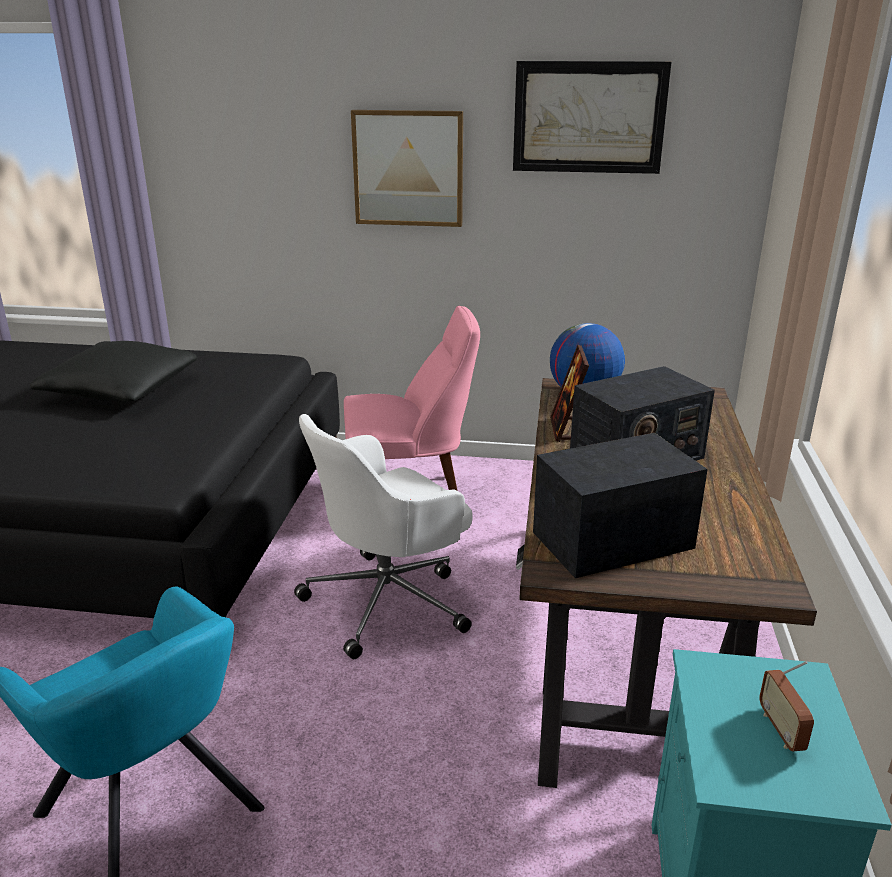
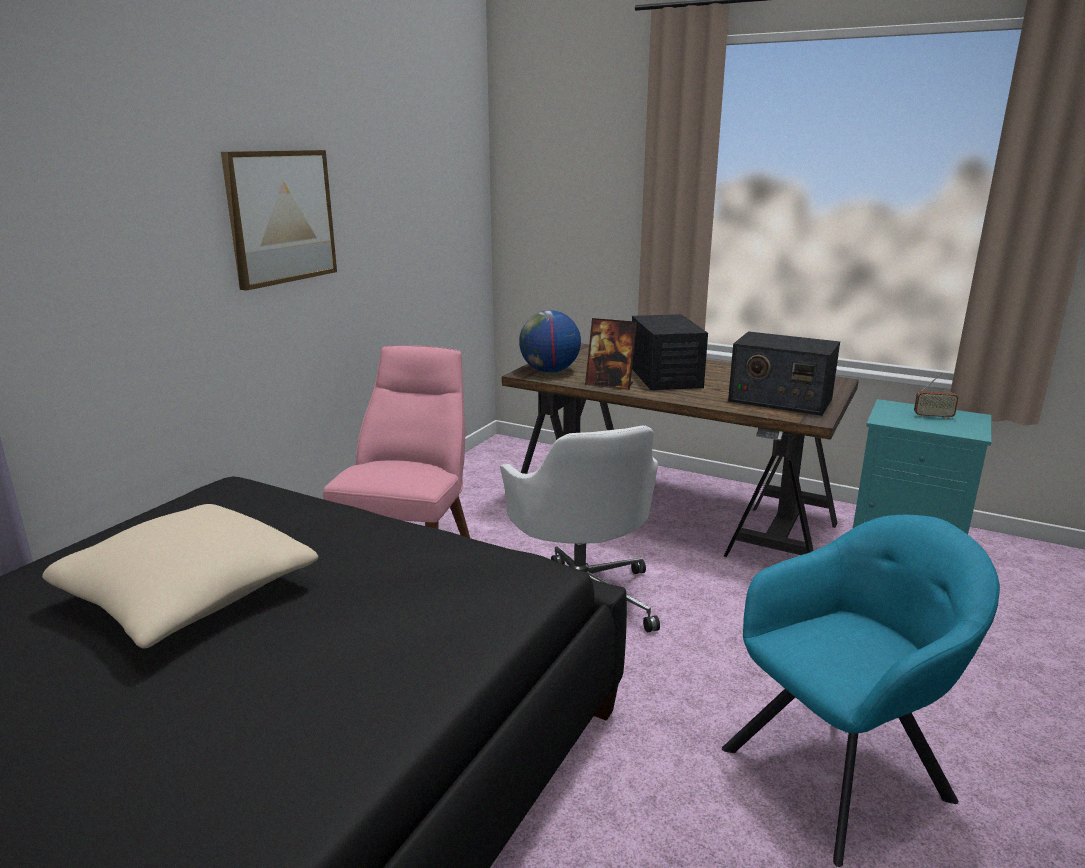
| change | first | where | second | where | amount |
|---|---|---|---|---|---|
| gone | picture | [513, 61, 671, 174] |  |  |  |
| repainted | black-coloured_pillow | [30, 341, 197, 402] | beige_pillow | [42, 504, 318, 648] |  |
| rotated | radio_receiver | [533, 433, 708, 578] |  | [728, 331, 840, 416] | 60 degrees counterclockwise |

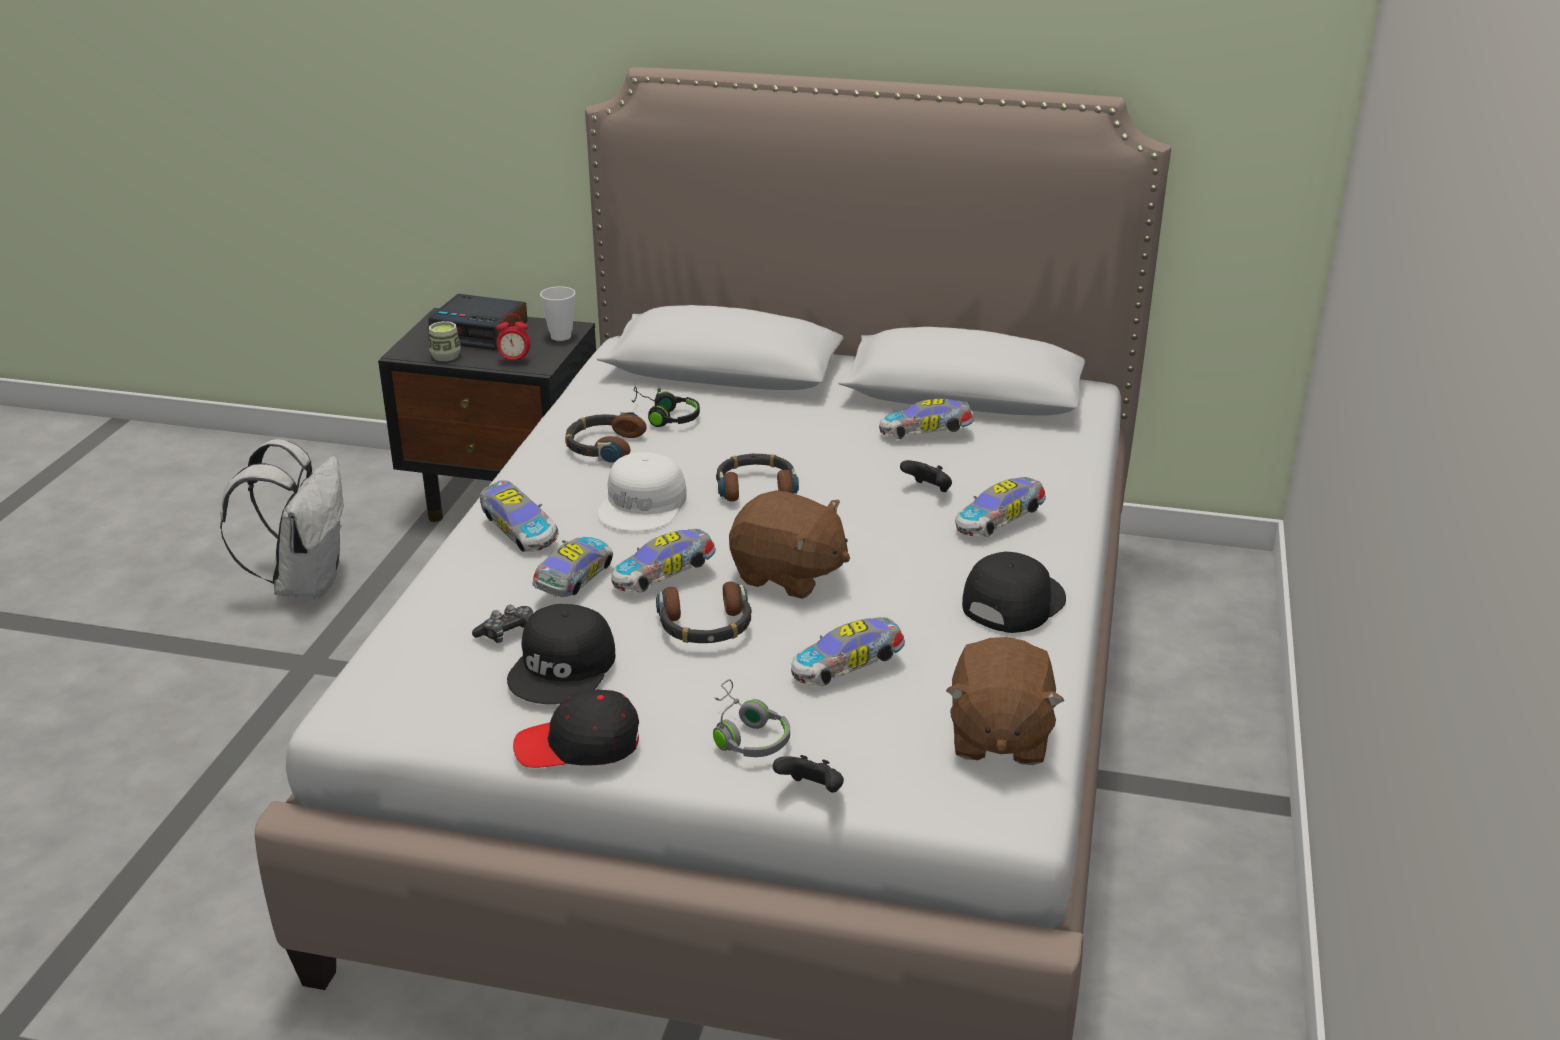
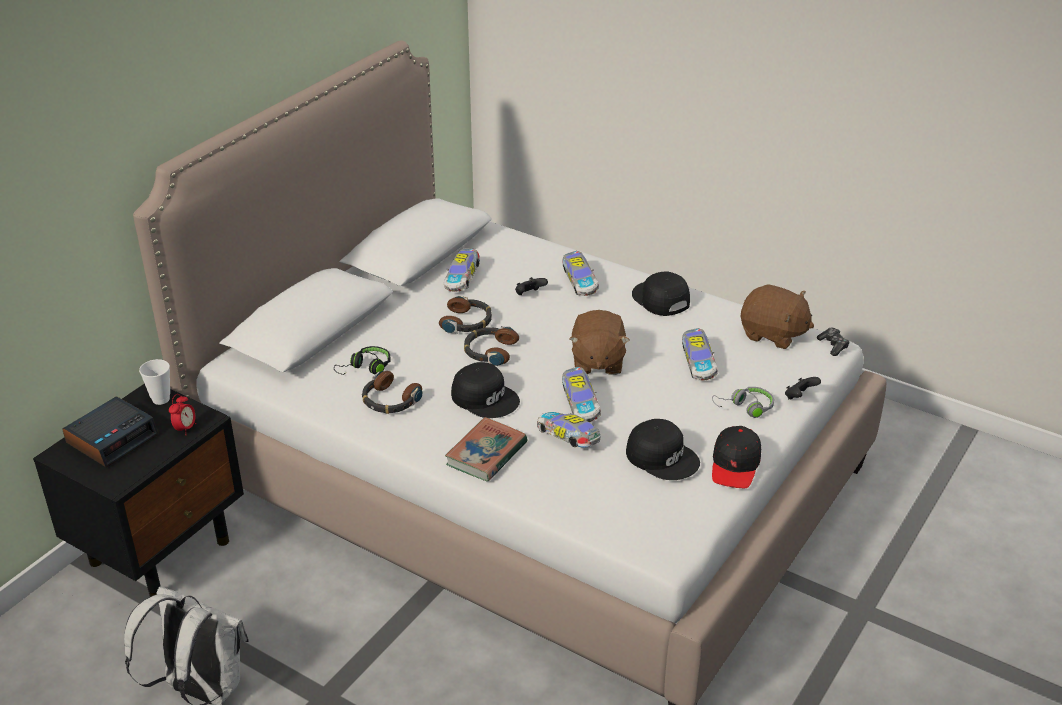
| change | first | where | second | where | amount |
|---|---|---|---|---|---|
| gone | cup | [429, 321, 461, 361] |  |  |  |
| shifted | game_controller | [472, 605, 533, 643] |  | [817, 328, 850, 356] |  |
| shifted | headphones | [656, 582, 752, 643] |  | [439, 296, 492, 334] |  |
| swapped | toy_car | [480, 480, 558, 552] | bound_book | [445, 417, 527, 482] |  |
| repainted | whitish_peaked_cap | [597, 452, 687, 531] | black-coloured_peaked_cap | [451, 362, 520, 418] |  |
| rotated | brown-coloured_cuddly_toy | [729, 490, 850, 599] |  | [569, 310, 630, 375] | 135 degrees clockwise |

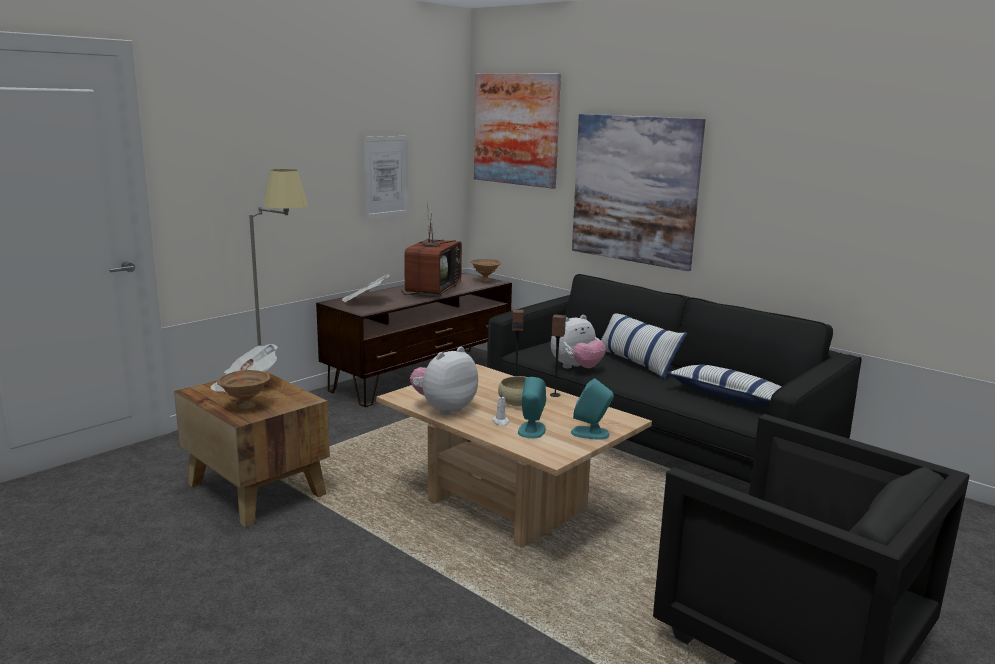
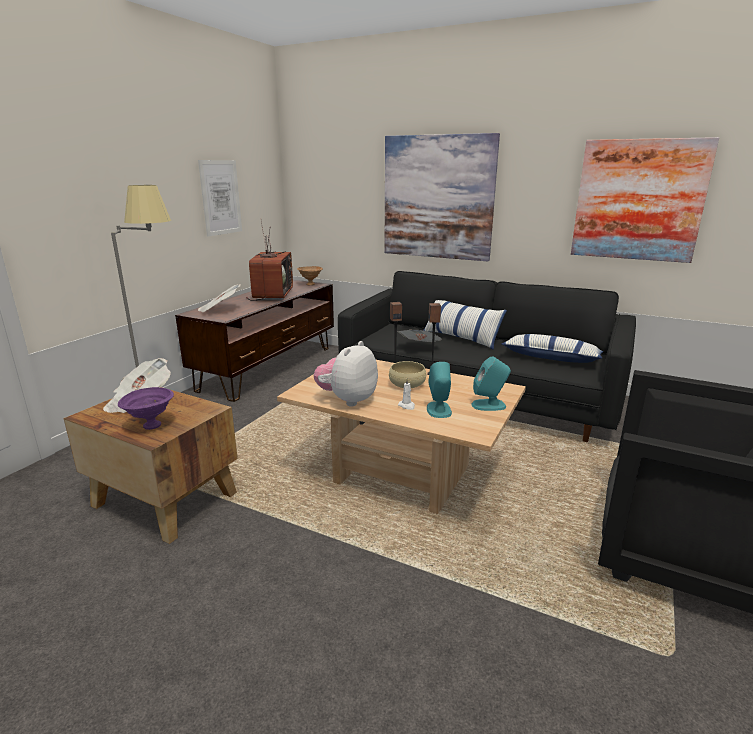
| change | first | where | second | where | amount |
|---|---|---|---|---|---|
| shifted | picture | [474, 73, 561, 189] |  | [571, 137, 719, 263] |  |
| swapped | cuddly_toy | [551, 315, 606, 368] | daily_paper | [397, 330, 442, 342] |  |
| repainted | brown-coloured_bowl | [217, 370, 270, 410] | purple-coloured_bowl | [118, 387, 174, 430] |  |

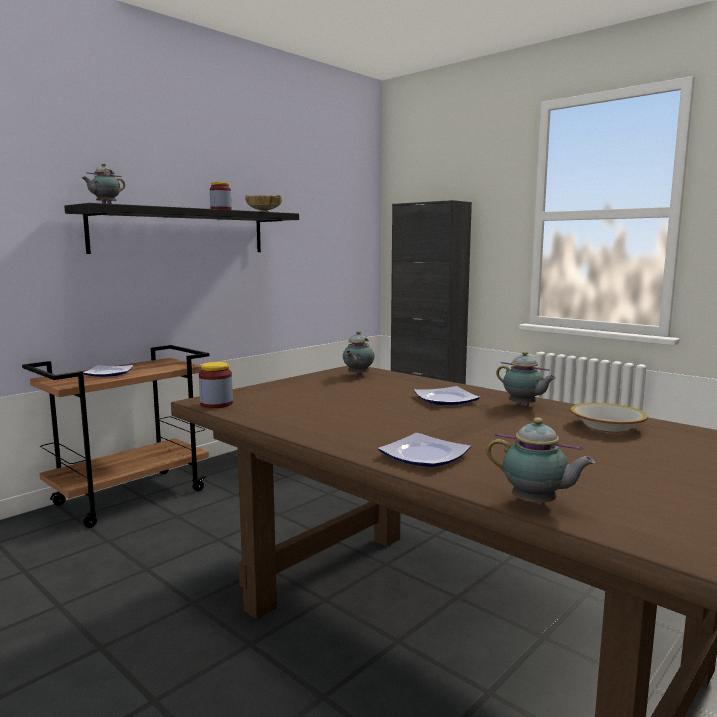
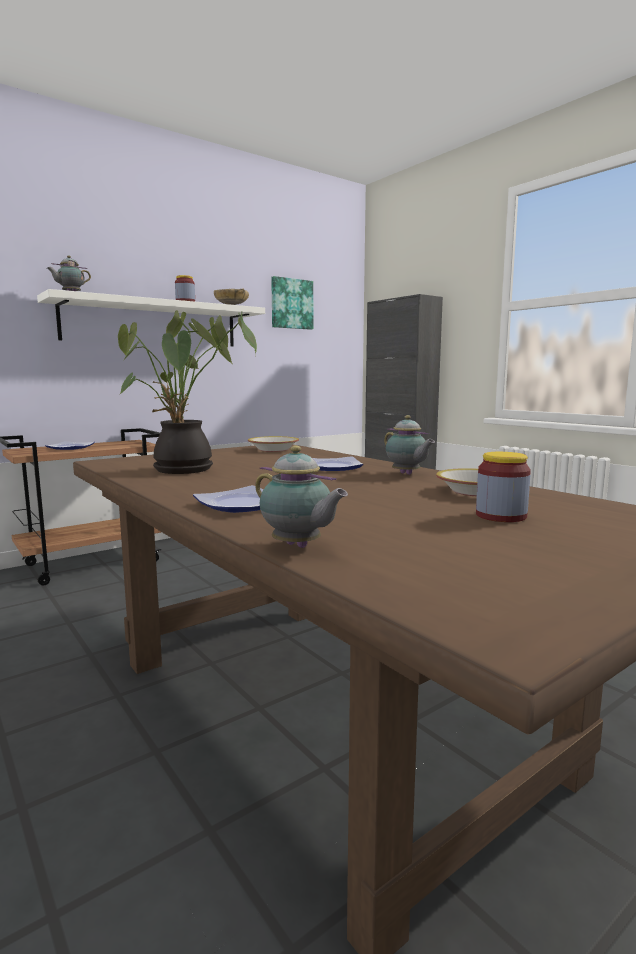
| change | first | where | second | where | amount |
|---|---|---|---|---|---|
| new |  |  | potted_plant | [118, 310, 257, 474] |  |
| new |  |  | picture | [271, 276, 313, 330] |  |
| shifted | jar | [199, 362, 233, 408] |  | [476, 452, 531, 522] |  |
| swapped | pot_for_tea | [343, 331, 375, 376] | bowl | [248, 436, 299, 452] |  |
| repainted | black-coloured_bracket_shelf | [64, 203, 299, 254] | whitish_bracket_shelf | [37, 289, 265, 346] |  |

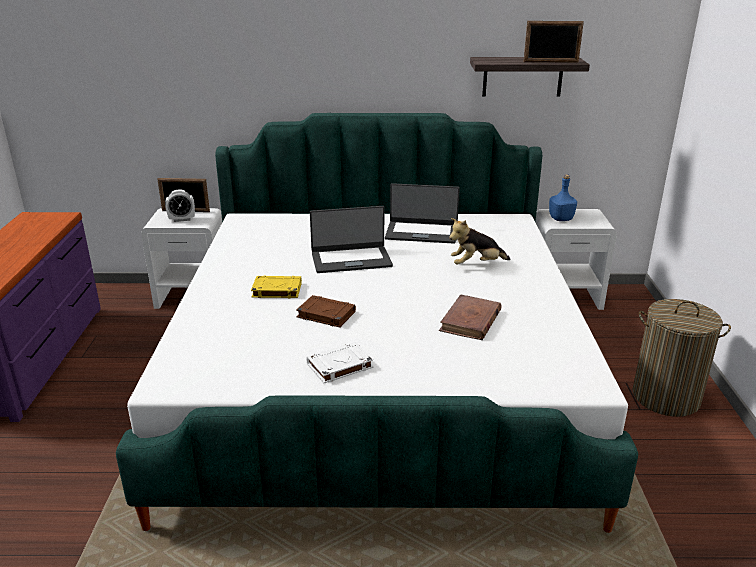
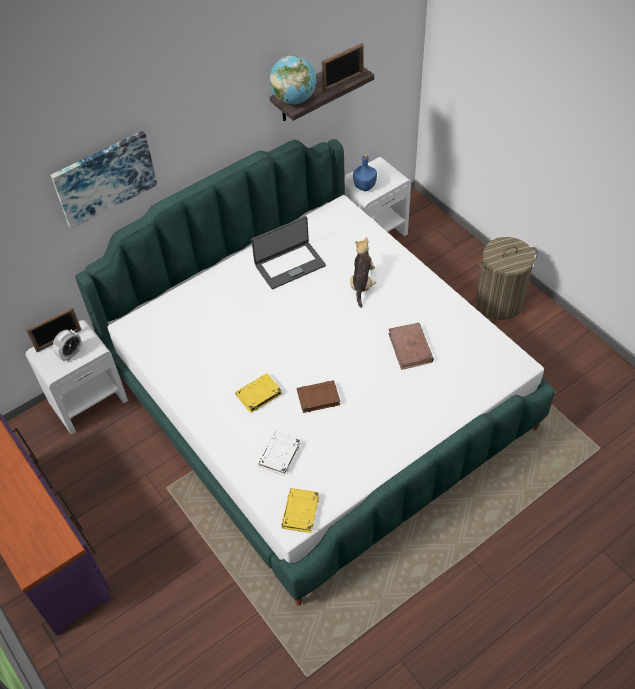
| change | first | where | second | where | amount |
|---|---|---|---|---|---|
| gone | portable_computer | [310, 206, 393, 273] |  |  |  |
| new |  |  | picture | [51, 131, 157, 229] |  |
| new |  |  | desk_globe | [269, 55, 316, 104] |  |
| new |  |  | yellow-coloured_bound_book | [281, 488, 319, 533] |  |
| shifted | whitish_bound_book | [306, 342, 373, 383] |  | [258, 432, 301, 476] |  |
| rotated | cuddly_toy | [449, 218, 511, 265] |  | [350, 237, 376, 308] | 150 degrees clockwise |

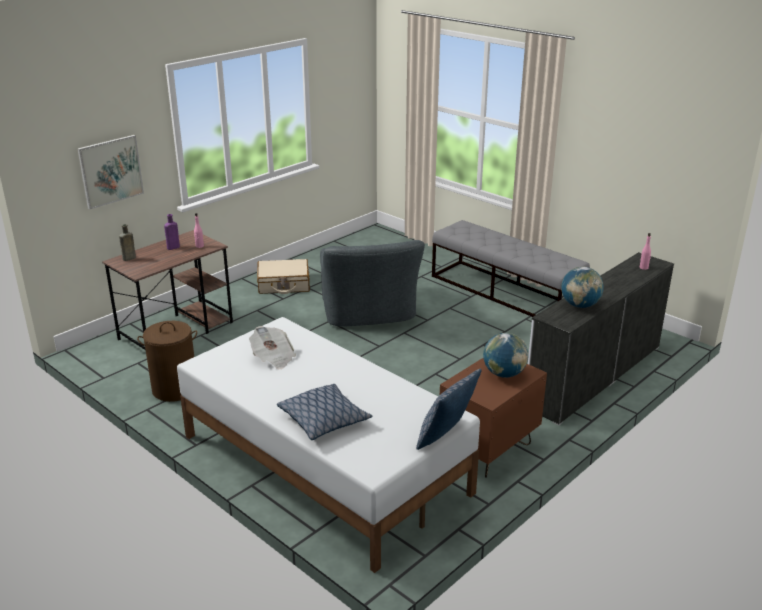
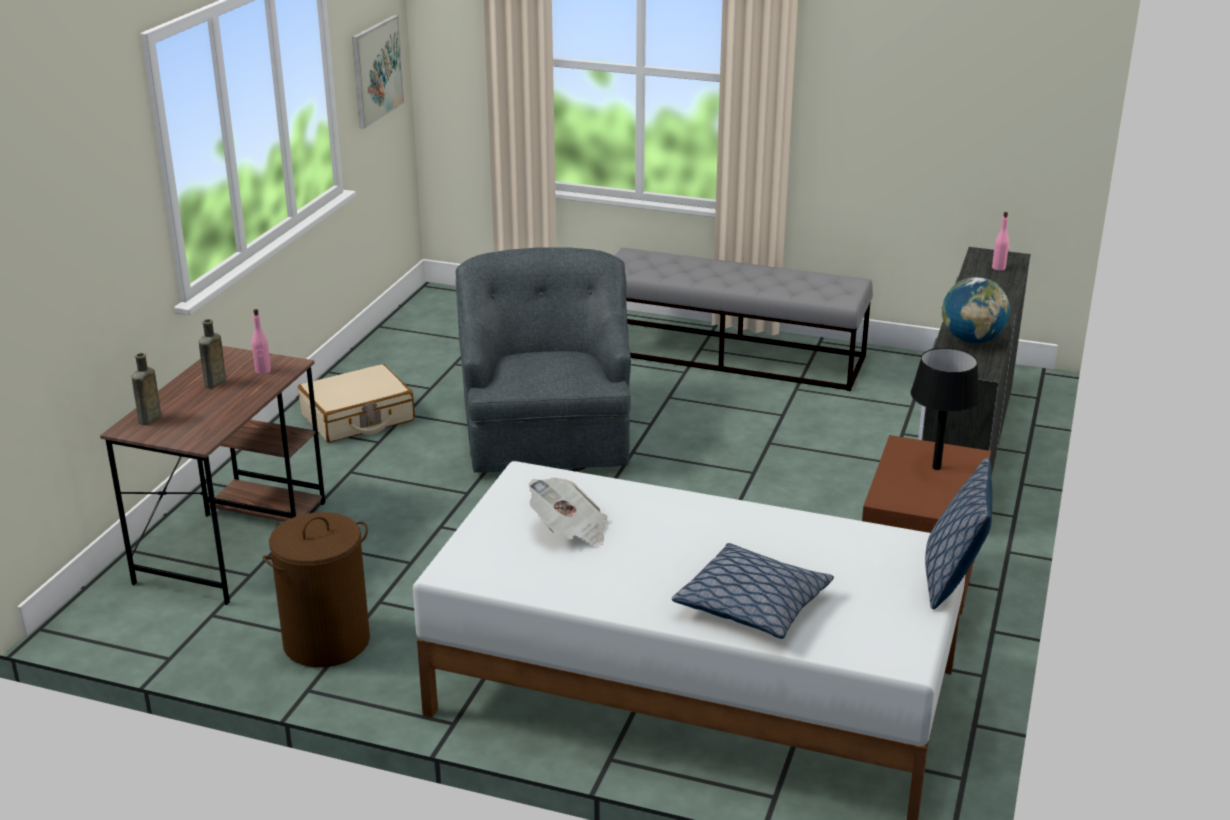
| change | first | where | second | where | amount |
|---|---|---|---|---|---|
| shifted | picture | [77, 135, 144, 210] |  | [352, 15, 404, 129] |  |
| swapped | desk_globe | [483, 333, 528, 378] | black-coloured_lamp_for_a_table | [910, 348, 980, 470] |  |
| repainted | purple-coloured_drink_bottle | [164, 214, 180, 250] | brown-coloured_drink_bottle | [199, 319, 226, 389] |  |
| rotated | grey_easy_chair | [320, 240, 425, 327] |  | [456, 247, 631, 473] | 150 degrees counterclockwise |

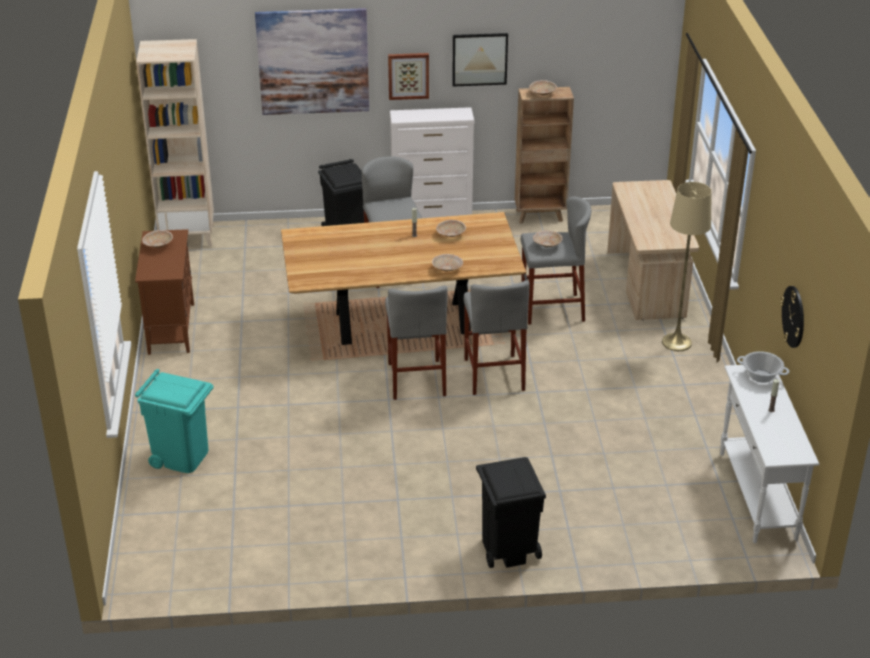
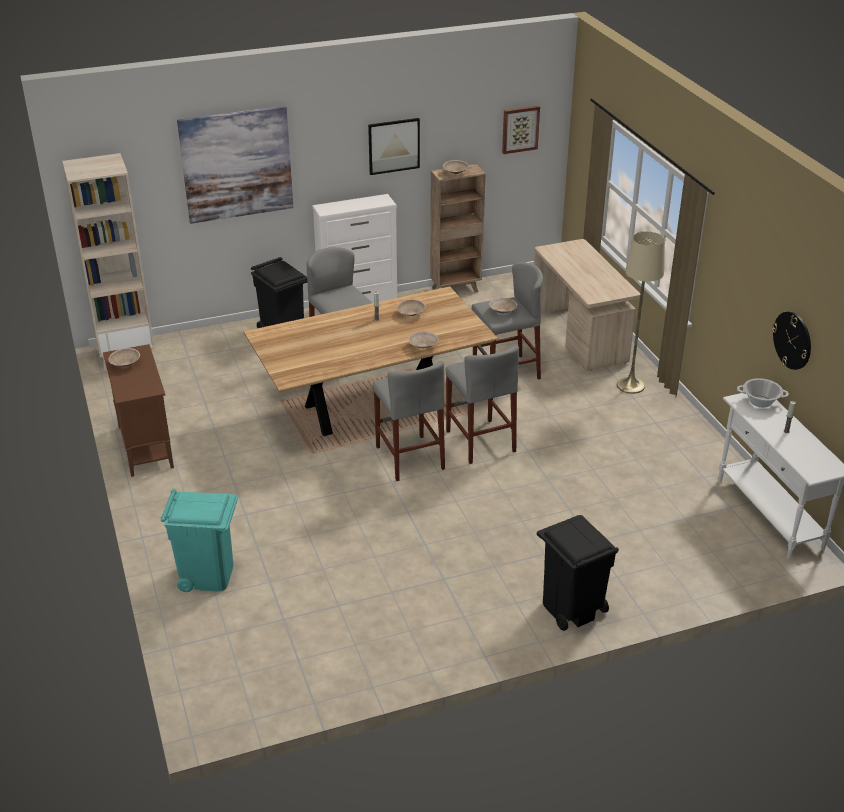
| change | first | where | second | where | amount |
|---|---|---|---|---|---|
| shifted | picture | [388, 53, 429, 100] |  | [502, 106, 540, 154] |  |

